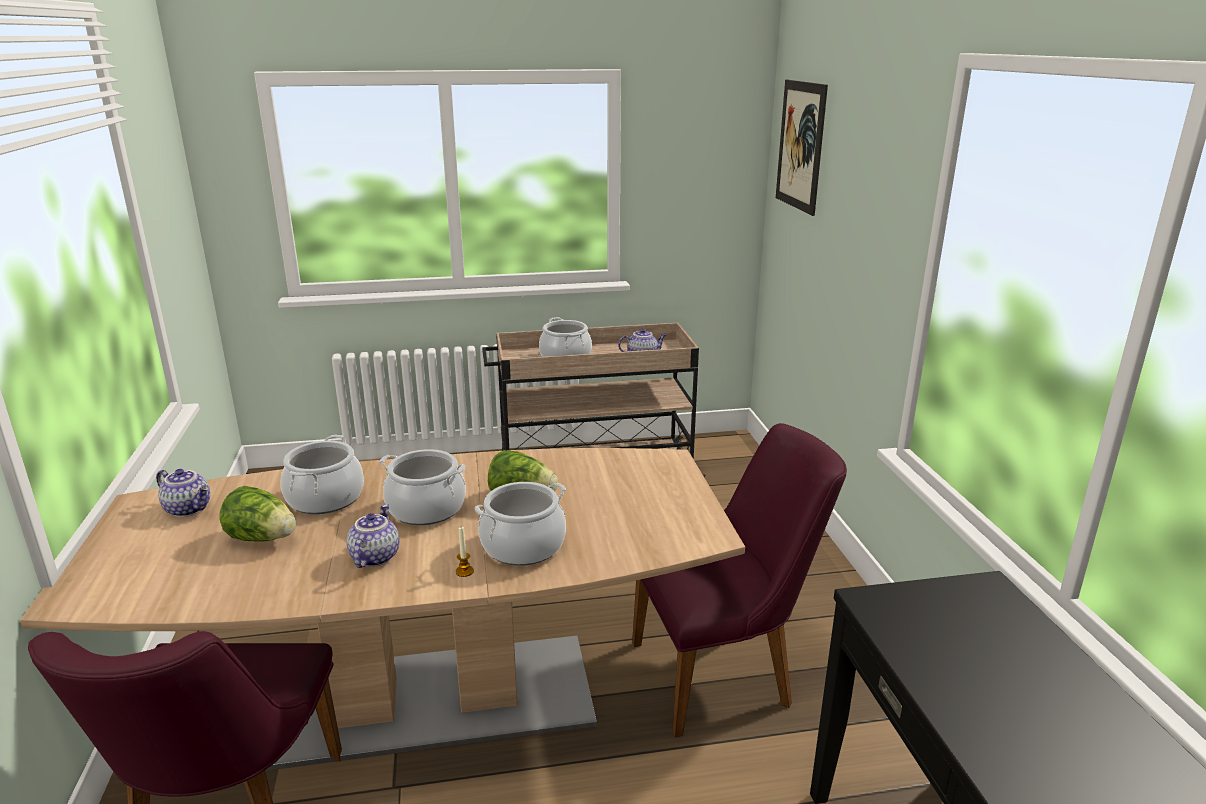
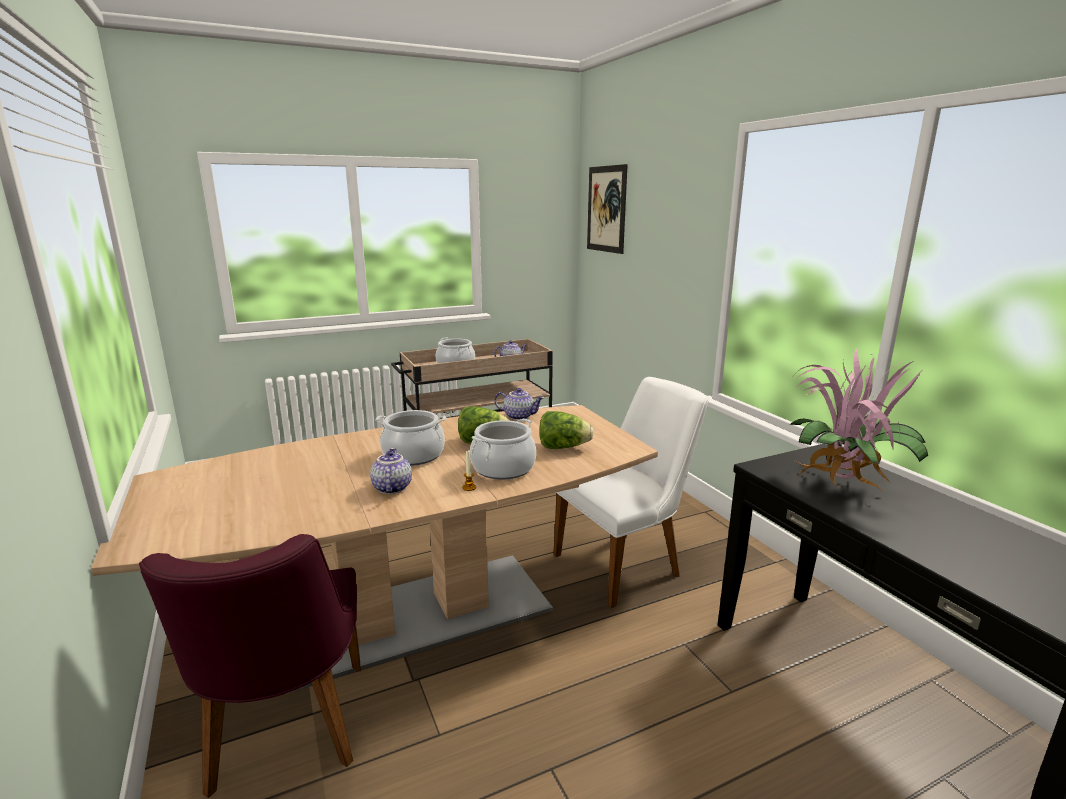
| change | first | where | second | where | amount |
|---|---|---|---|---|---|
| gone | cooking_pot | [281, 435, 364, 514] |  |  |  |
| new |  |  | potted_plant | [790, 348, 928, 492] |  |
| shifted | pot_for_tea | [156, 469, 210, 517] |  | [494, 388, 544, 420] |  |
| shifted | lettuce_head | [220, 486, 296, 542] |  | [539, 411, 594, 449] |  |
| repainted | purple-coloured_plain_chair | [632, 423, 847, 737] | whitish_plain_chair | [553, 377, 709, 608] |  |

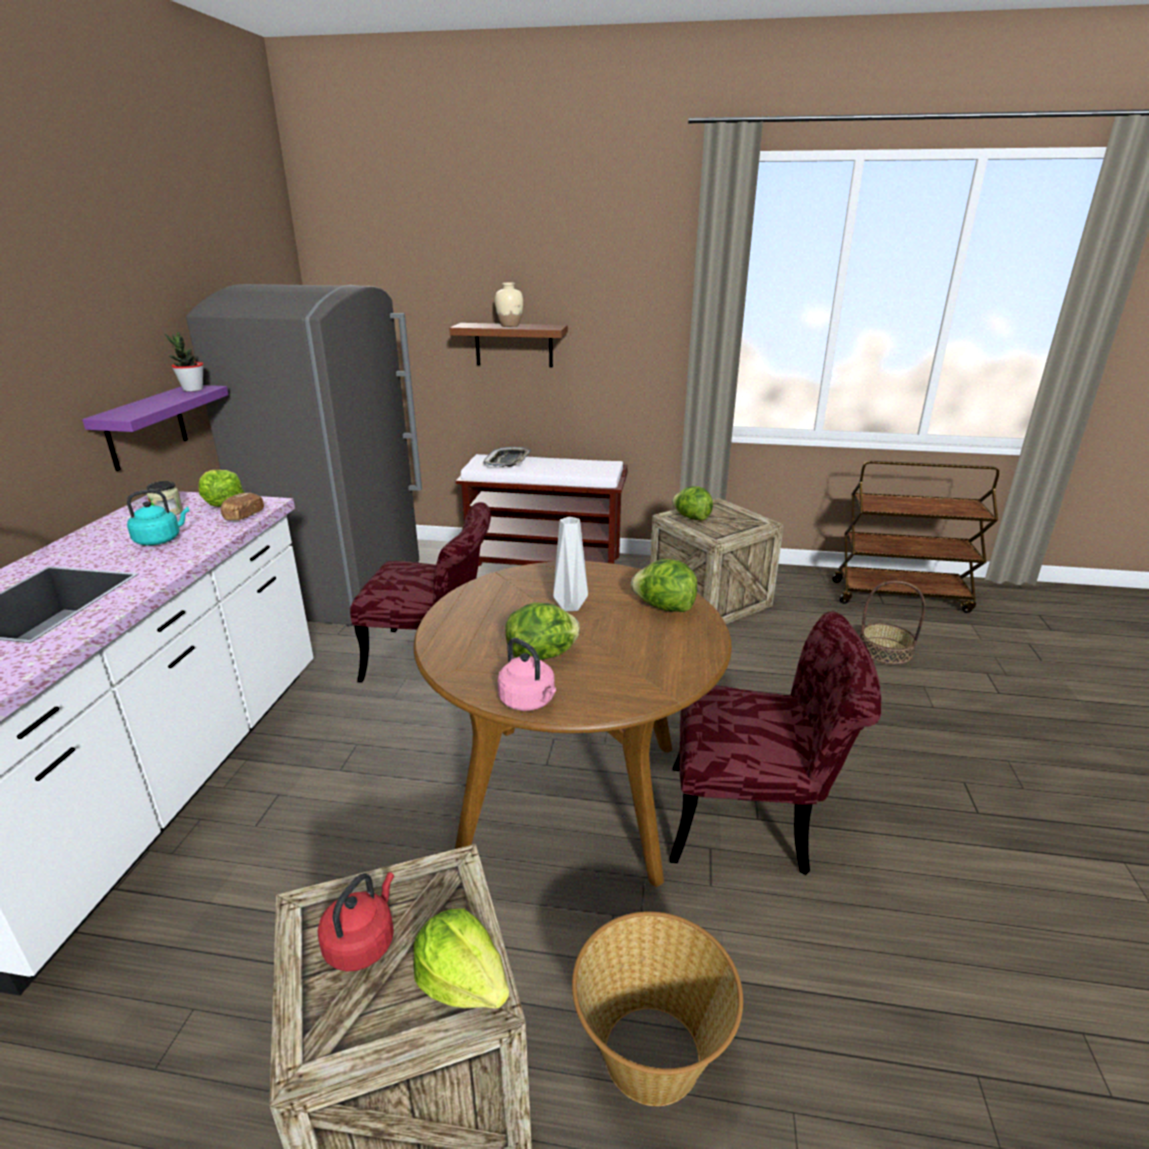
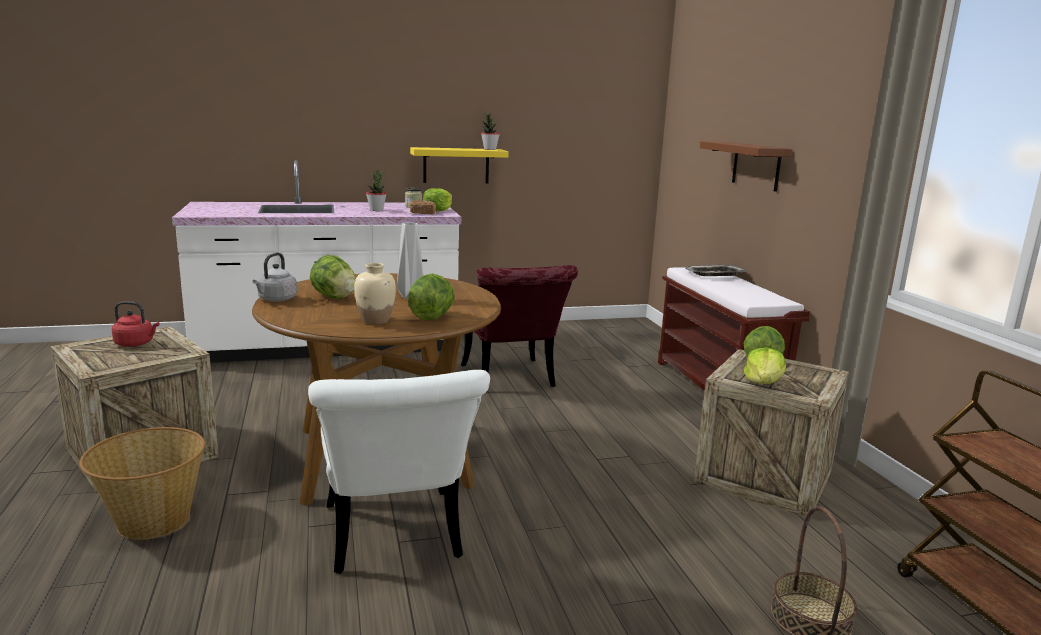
| change | first | where | second | where | amount |
|---|---|---|---|---|---|
| gone | grey_fridge | [186, 284, 422, 626] |  |  |  |
| shifted | lettuce_head | [413, 909, 509, 1008] |  | [744, 347, 786, 384] |  |
| shifted | beige_vase | [495, 283, 523, 327] |  | [354, 263, 396, 325] |  |
| swapped | blue-green_tea_kettle | [127, 489, 189, 546] | potted_plant | [366, 170, 387, 211] |  |
| repainted | purple-coloured_bracket_shelf | [82, 385, 229, 471] | yellow-coloured_bracket_shelf | [410, 147, 509, 184] |  |
| repainted | pink_tea_kettle | [498, 638, 556, 711] | grey_tea_kettle | [253, 253, 297, 302] |  |
| repainted | red_plain_chair | [670, 611, 881, 875] | whitish_plain_chair | [308, 370, 490, 574] |  |

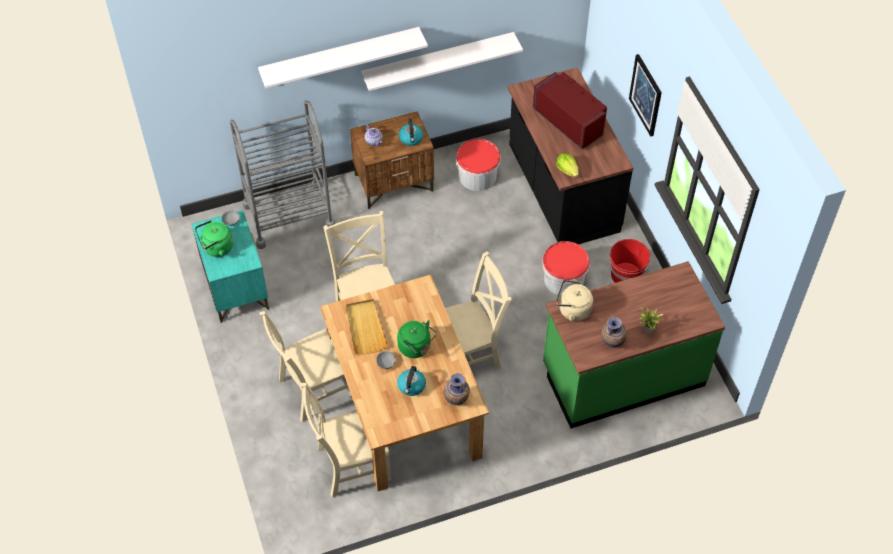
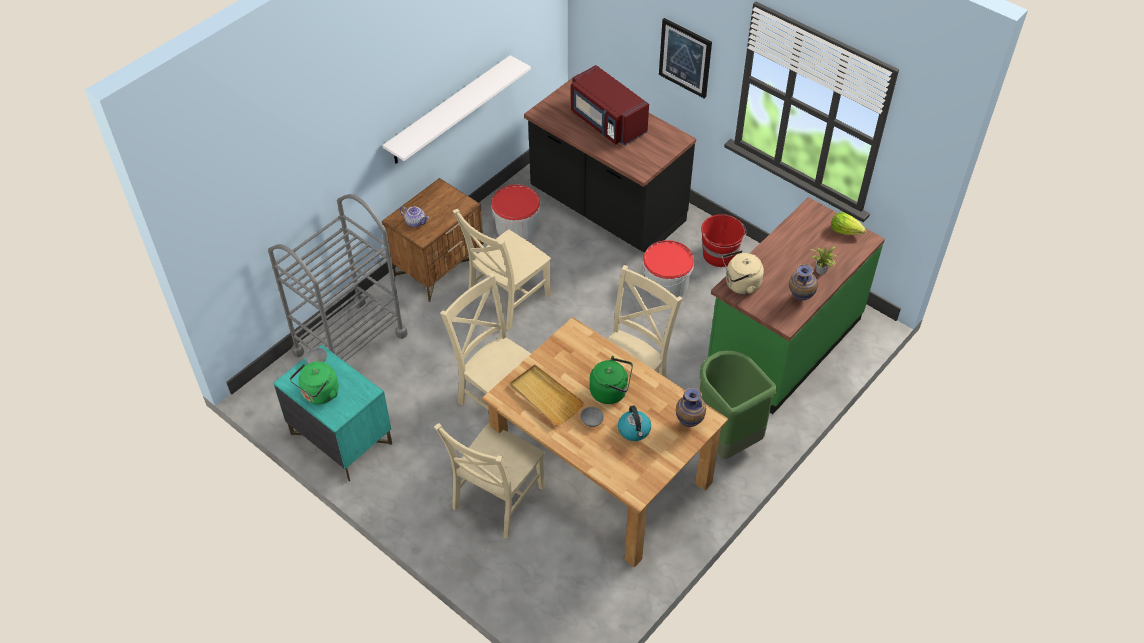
| change | first | where | second | where | amount |
|---|---|---|---|---|---|
| gone | whitish_bracket_shelf | [258, 27, 428, 88] |  |  |  |
| gone | tea_kettle | [399, 119, 423, 146] |  |  |  |
| new |  |  | greenish_trash_can | [700, 351, 777, 459] |  |
| shifted | beige_plain_chair | [301, 383, 391, 498] |  | [453, 209, 551, 330] |  |
| shifted | lettuce_head | [556, 153, 579, 178] |  | [831, 212, 866, 235] |  |
| rotated | red_microwave | [533, 72, 607, 150] |  | [571, 65, 649, 146] | 150 degrees counterclockwise |

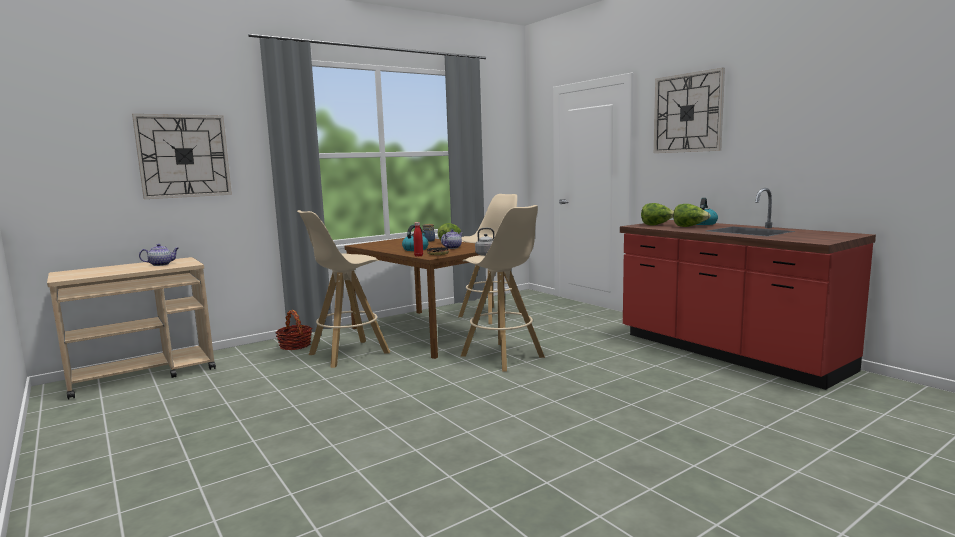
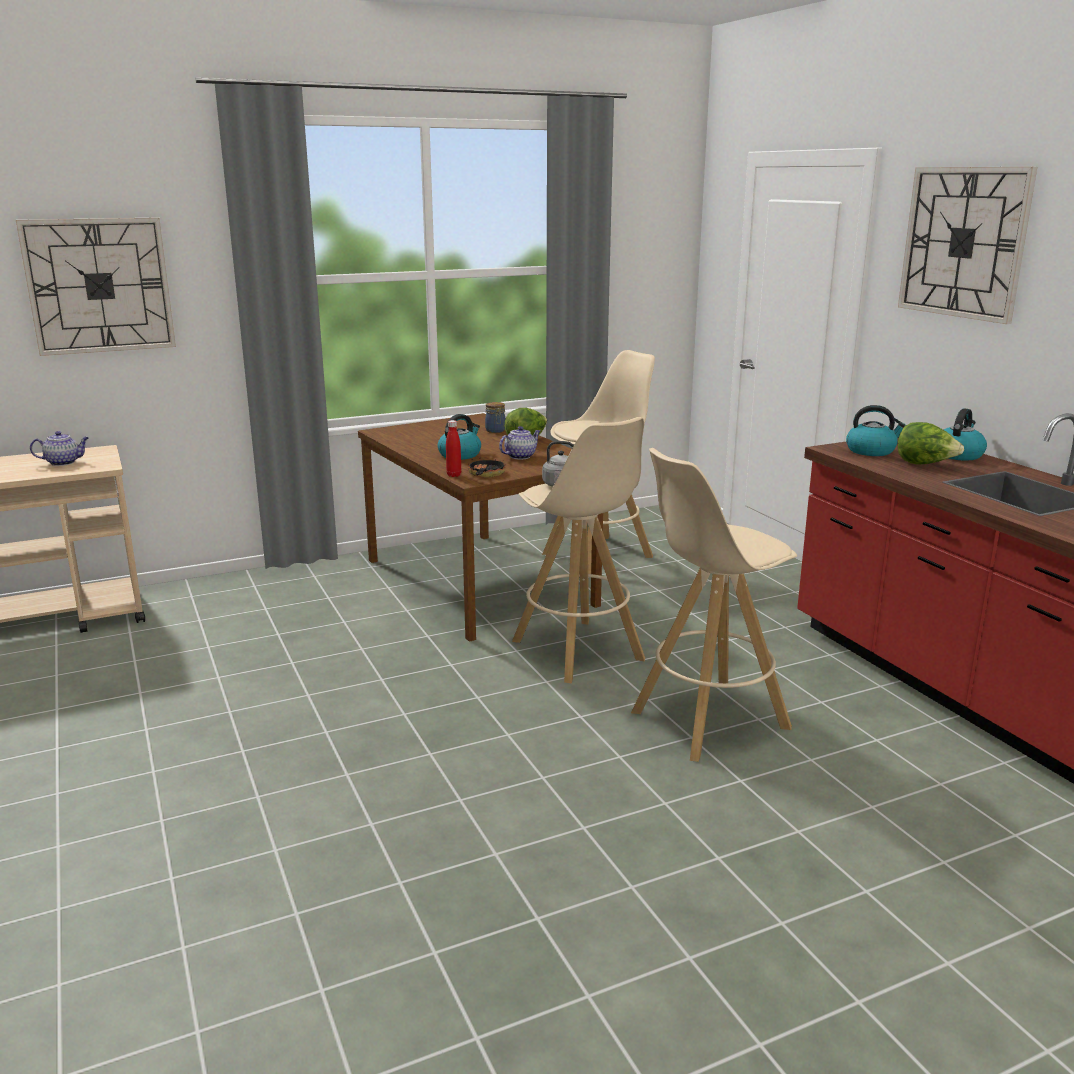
| change | first | where | second | where | amount |
|---|---|---|---|---|---|
| gone | basket | [275, 310, 312, 350] |  |  |  |
| shifted | beige_stool | [297, 210, 390, 368] |  | [631, 448, 797, 762] |  |
| swapped | lettuce_head | [641, 203, 674, 225] | tea_kettle | [846, 405, 906, 456] |  |

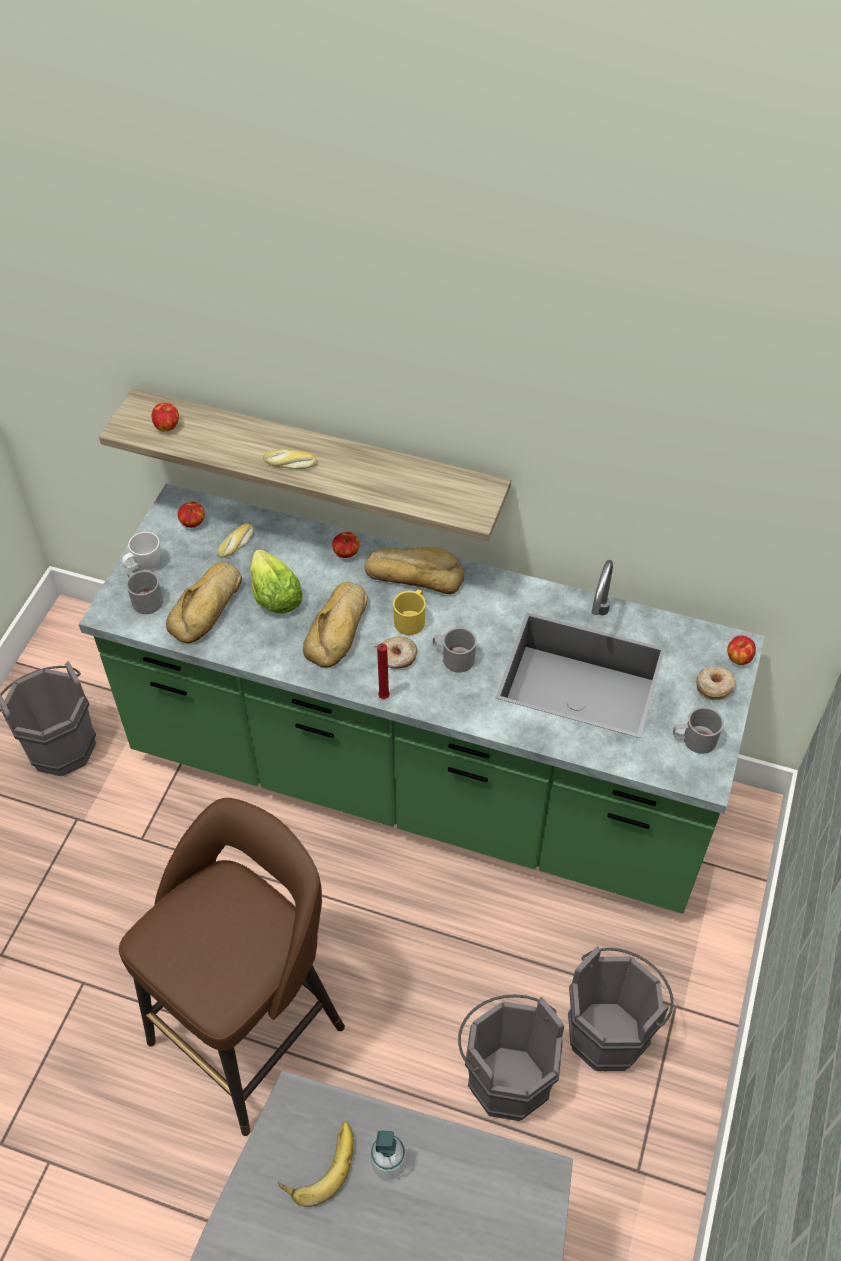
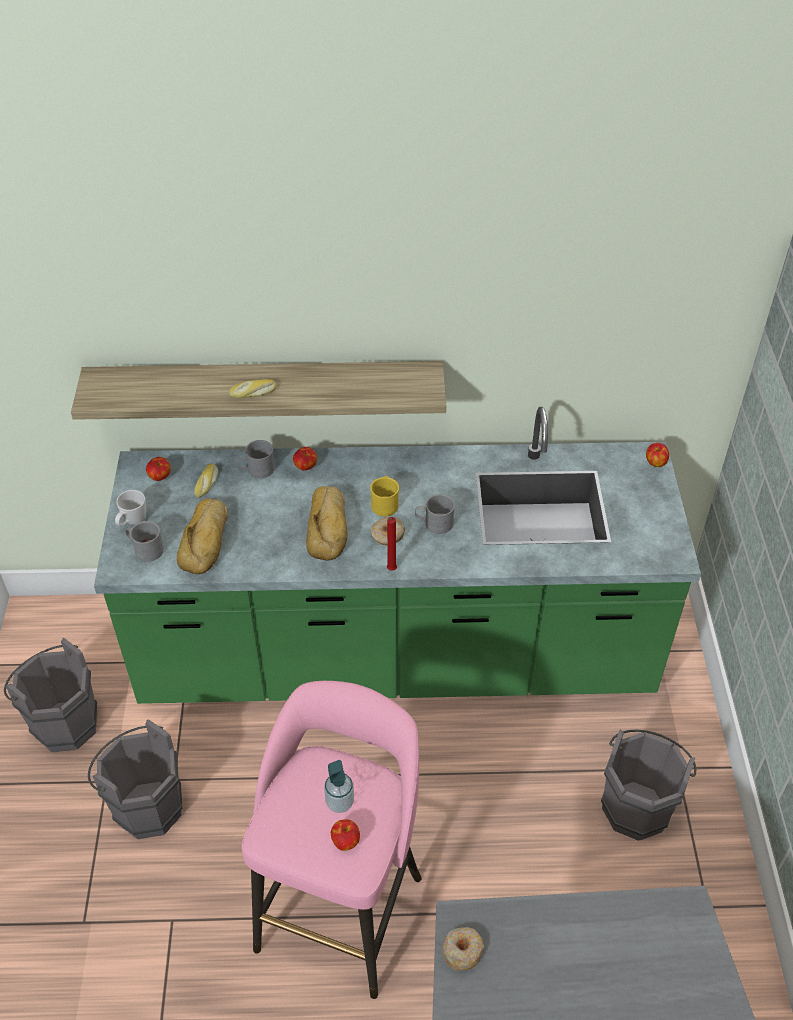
| change | first | where | second | where | amount |
|---|---|---|---|---|---|
| gone | lettuce_head | [250, 549, 303, 614] |  |  |  |
| gone | banana | [278, 1122, 354, 1207] |  |  |  |
| gone | bread | [364, 547, 464, 594] |  |  |  |
| shifted | apple_fruit | [152, 403, 179, 431] |  | [331, 819, 360, 851] |  |
| shifted | soap_dispenser | [370, 1131, 406, 1180] |  | [324, 760, 354, 813] |  |
| shifted | grey_bucket | [458, 994, 564, 1121] |  | [88, 719, 183, 839] |  |
| shifted | grey_coffee_mug | [673, 707, 724, 754] |  | [237, 440, 275, 478] |  |
| shifted | donut | [696, 667, 735, 700] |  | [443, 927, 484, 970] |  |
| repainted | brown-coloured_stool | [119, 798, 345, 1136] | pink_stool | [241, 681, 421, 999] |  |

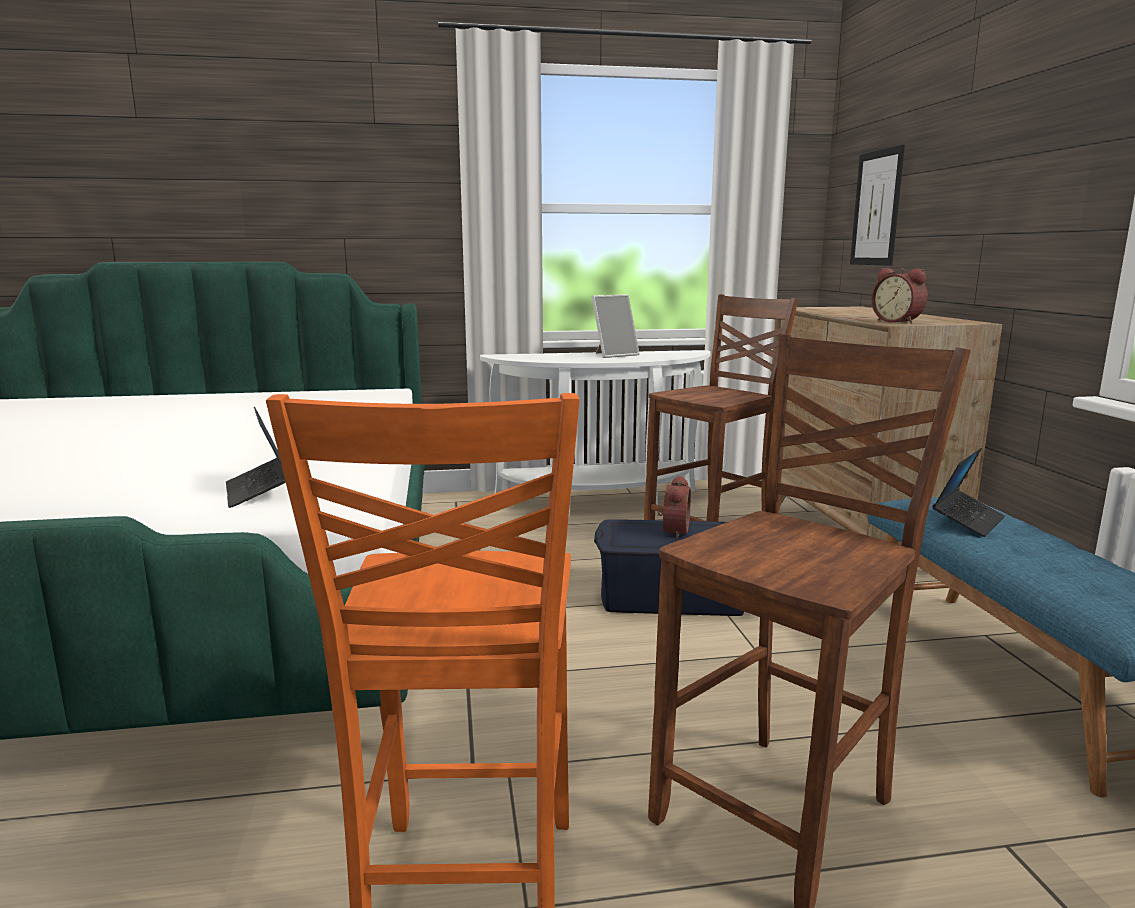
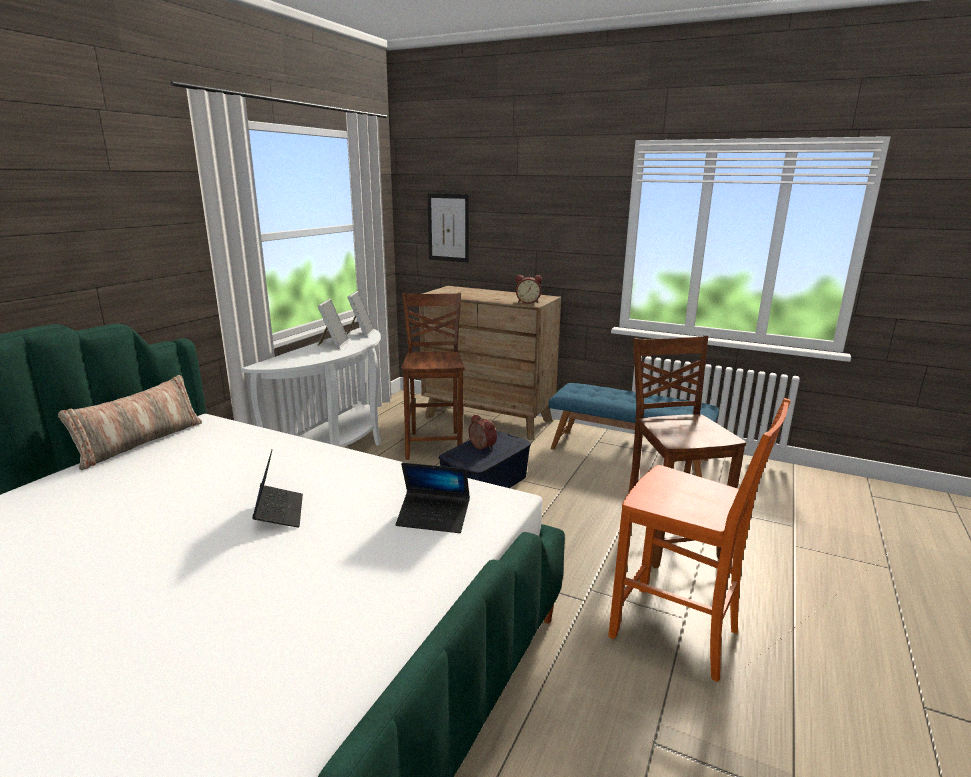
| change | first | where | second | where | amount |
|---|---|---|---|---|---|
| new |  |  | pillow | [58, 375, 202, 470] |  |
| new |  |  | photo_frame | [346, 291, 375, 338] |  |
| shifted | portable_computer | [932, 448, 1005, 537] |  | [252, 449, 303, 528] |  |

